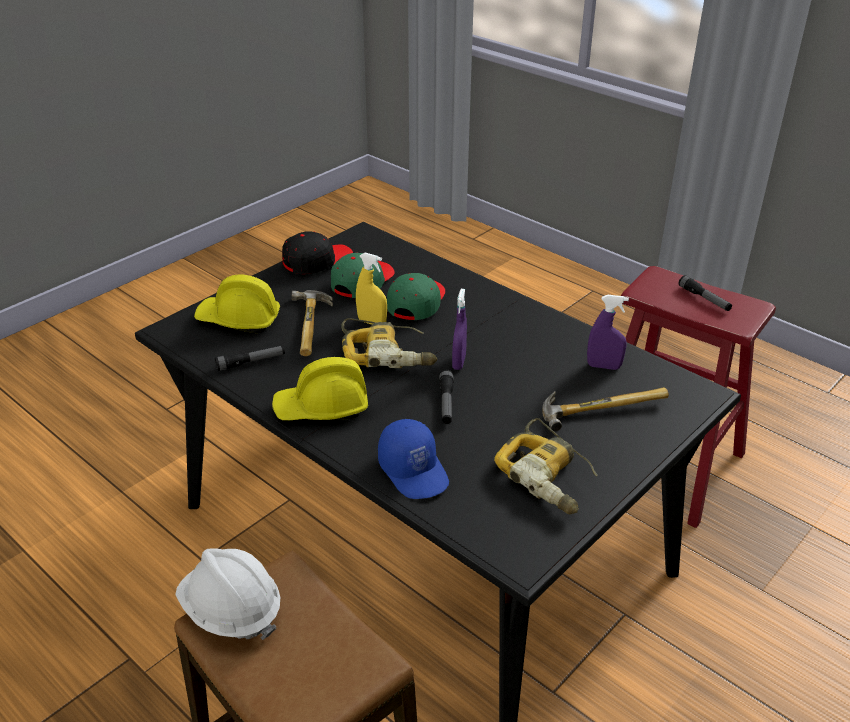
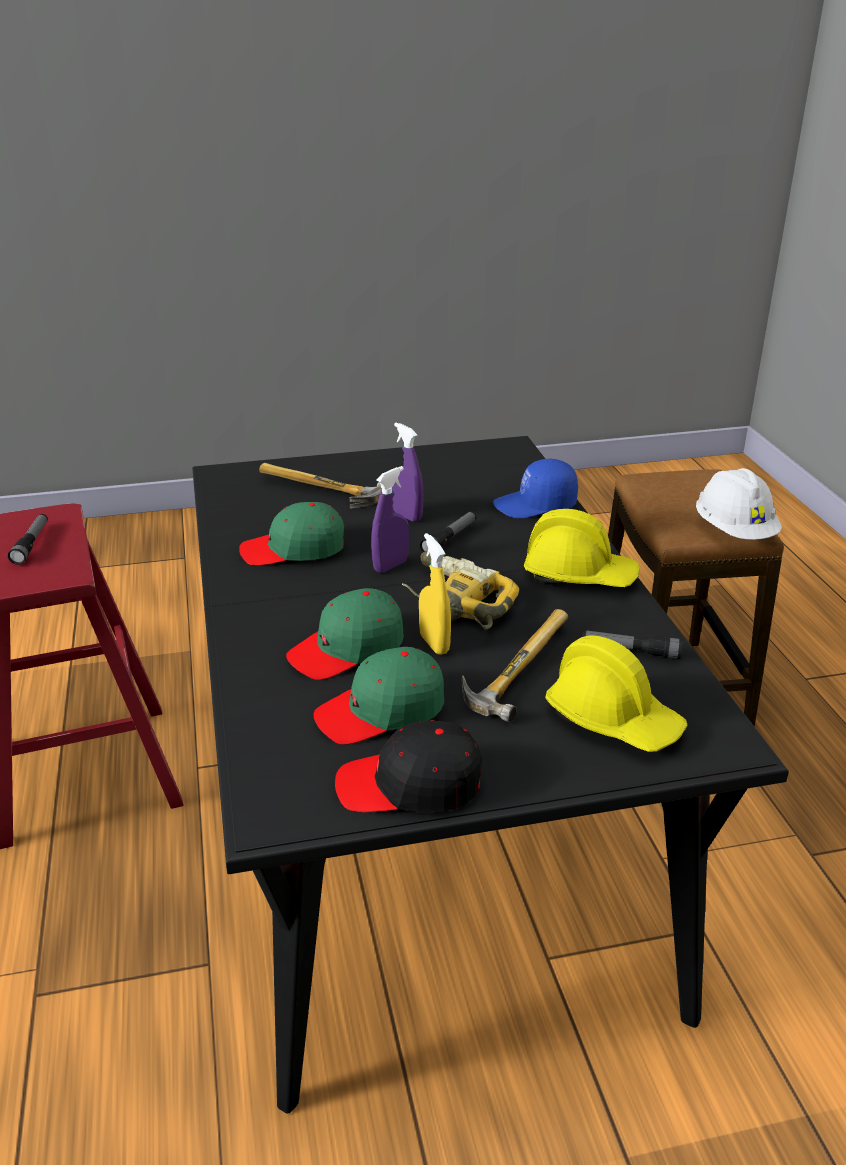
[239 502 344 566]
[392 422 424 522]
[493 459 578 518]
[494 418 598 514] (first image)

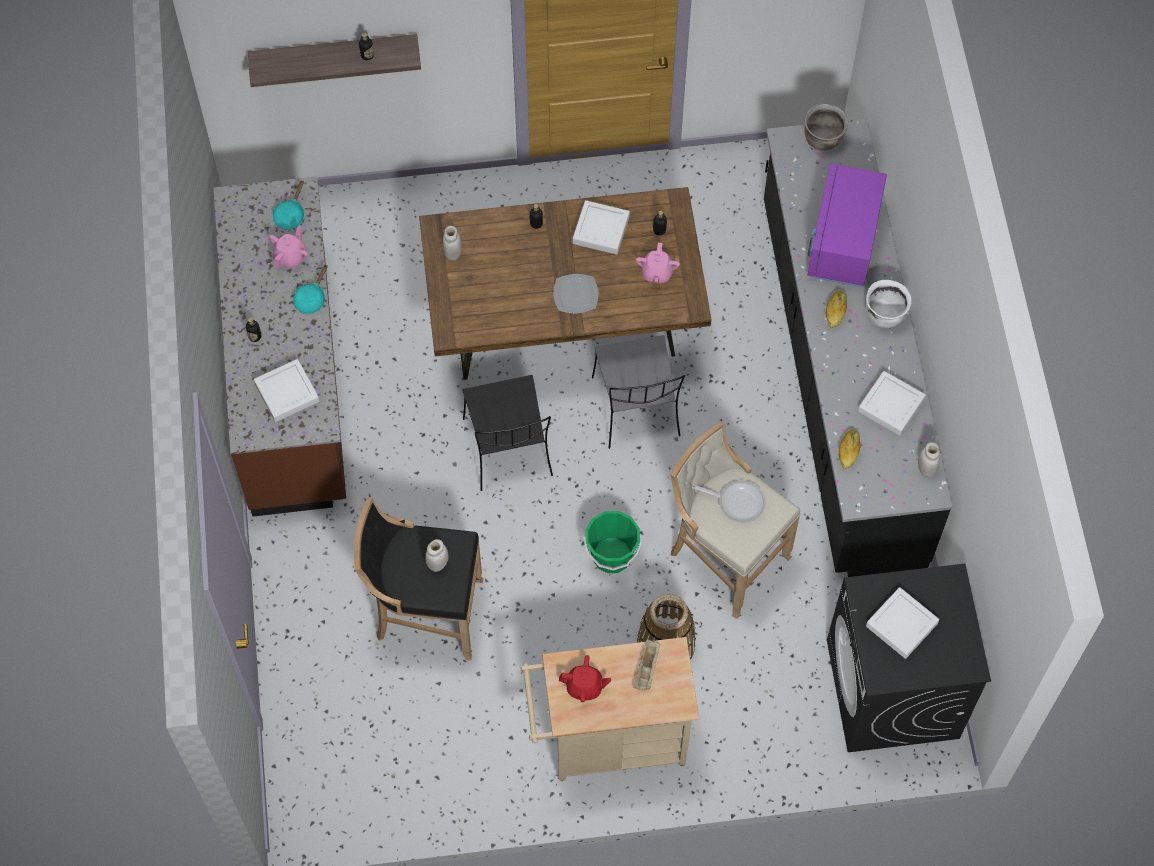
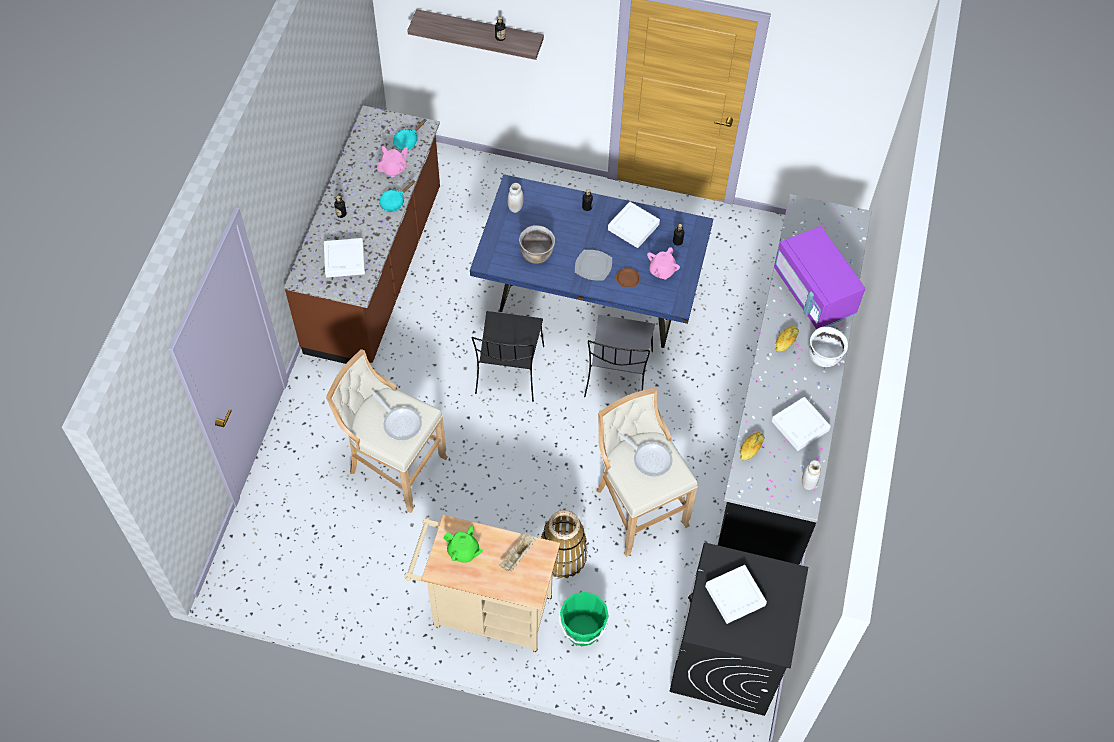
[326 349 448 513]
[372 392 422 440]
[444 526 483 563]
[470 174 713 348]
[519 225 555 264]
[559 592 609 646]
[616 268 640 288]
[774 226 865 329]

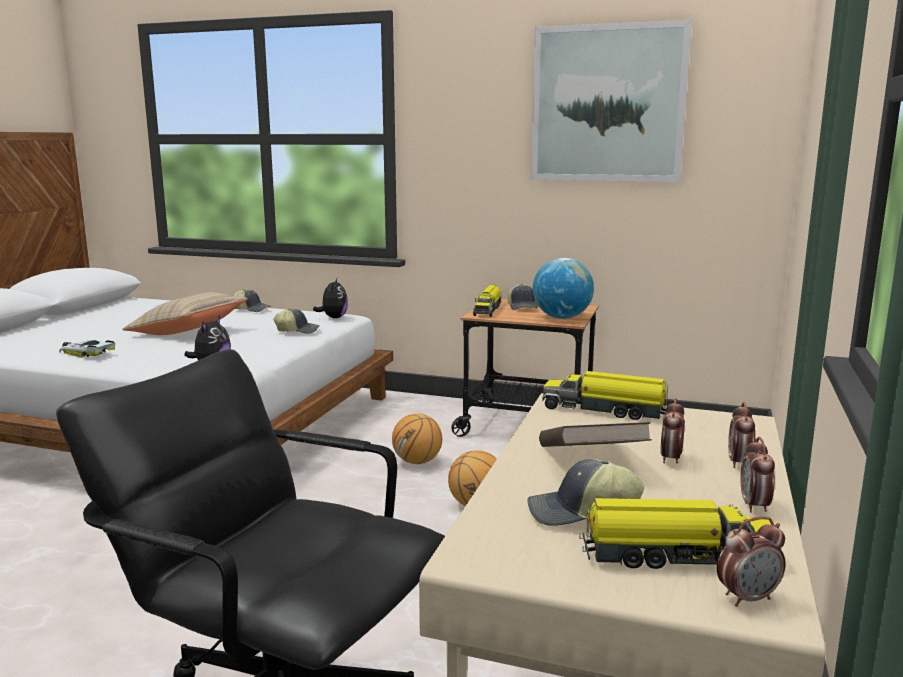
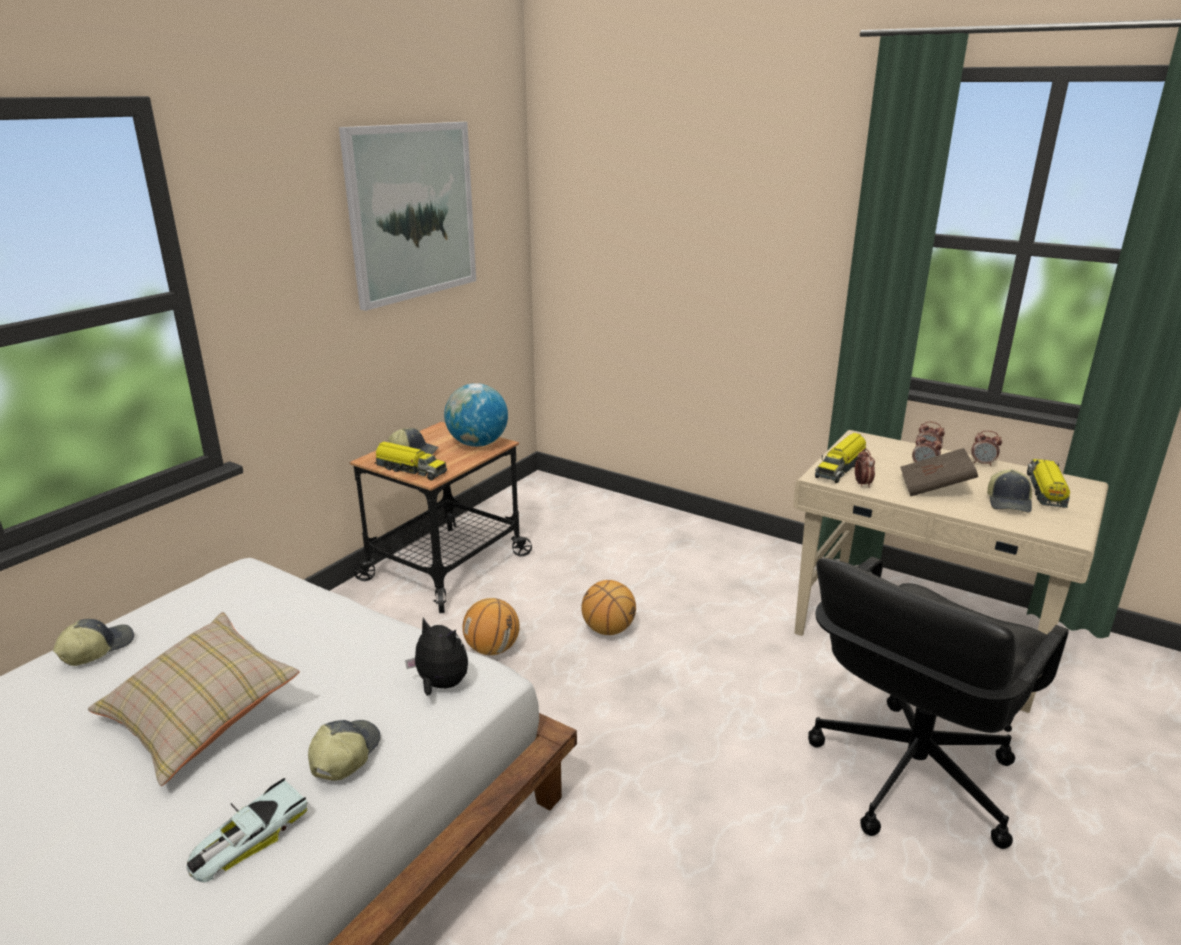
[308 720 381 781]
[855 448 875 488]
[313 278 348 318] (first image)

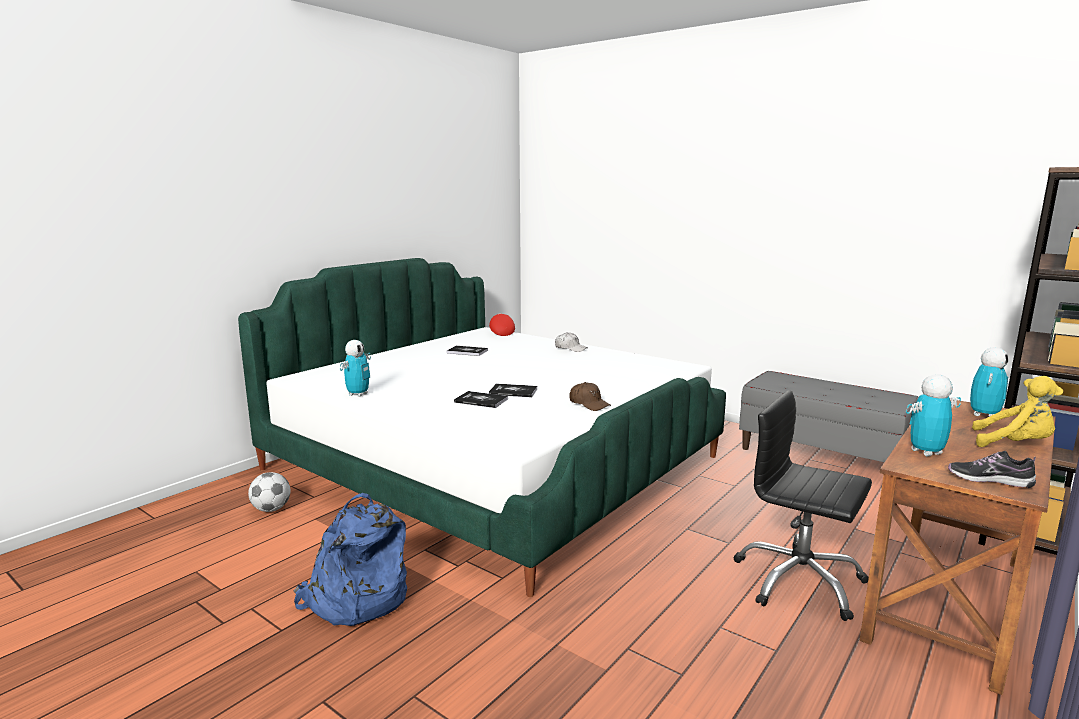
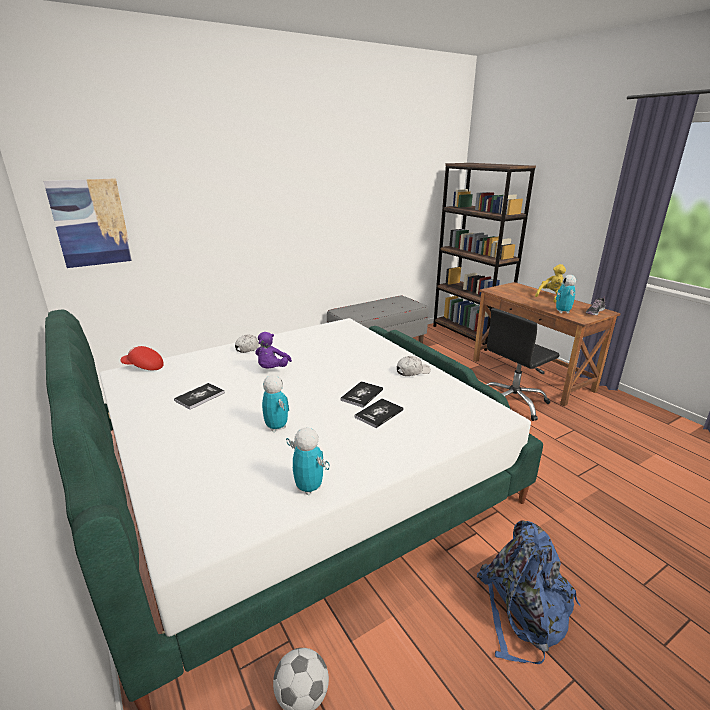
[43 178 133 268]
[255 332 292 369]
[262 375 289 432]
[397 356 431 376]

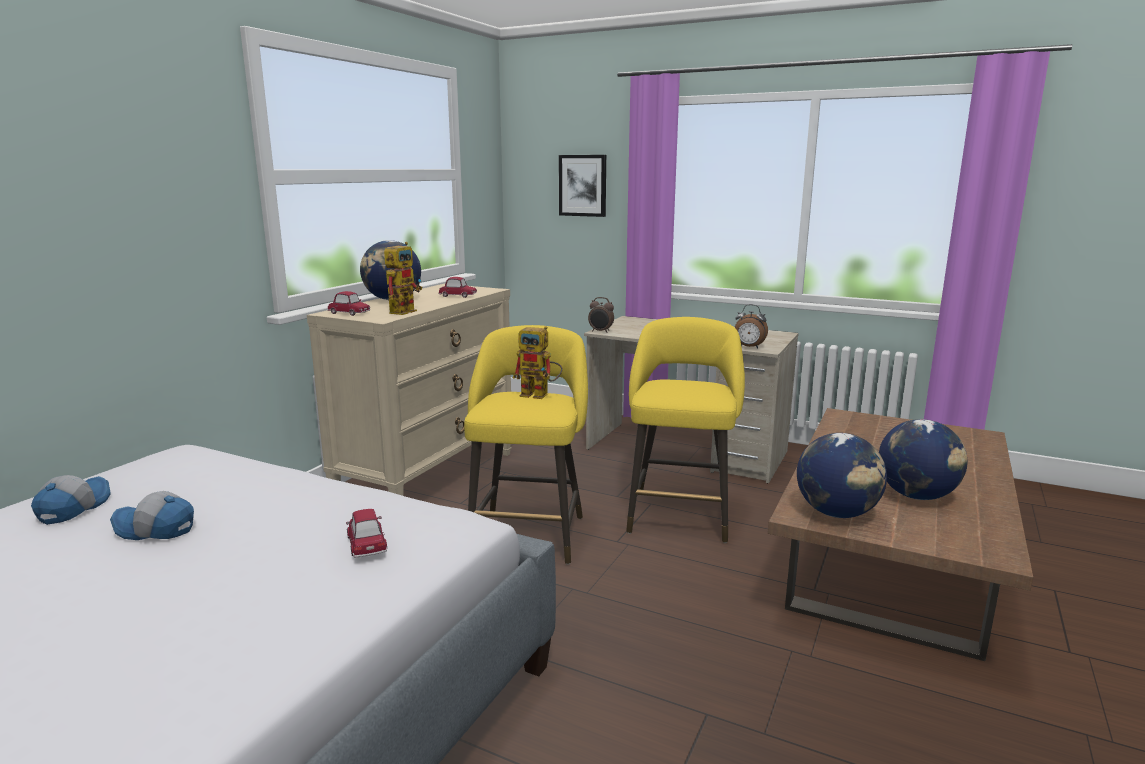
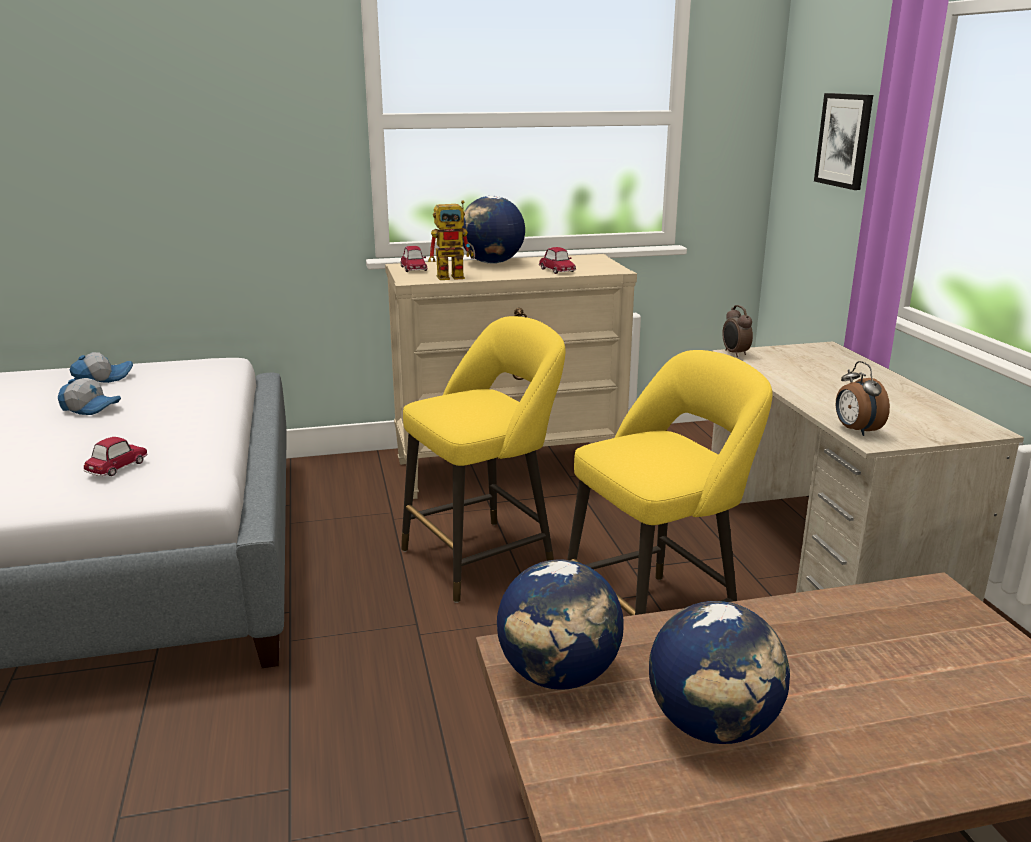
[58 378 121 415]
[513 326 563 399] (first image)

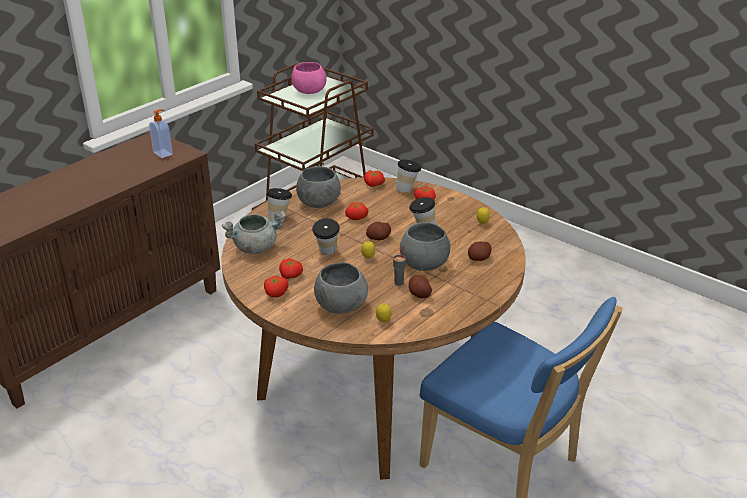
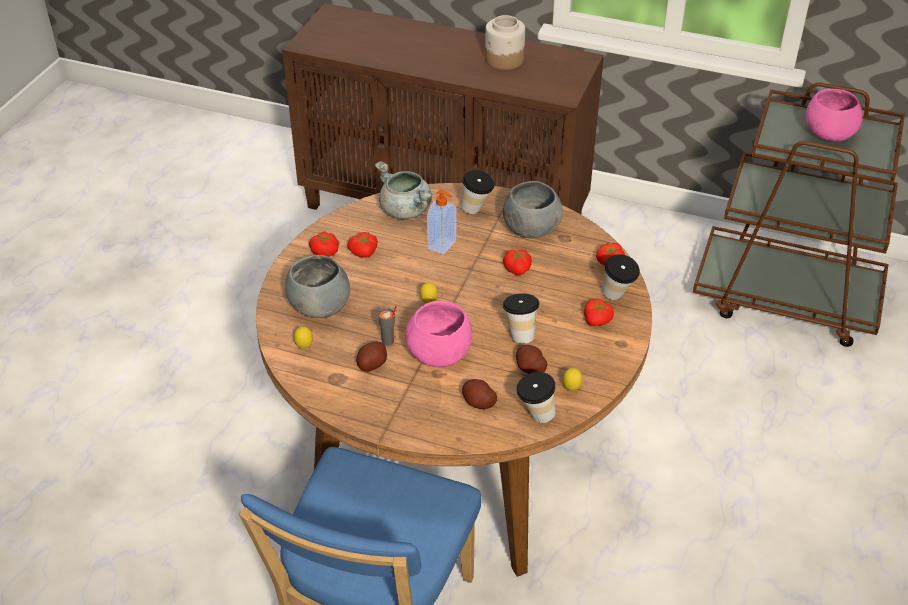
[405 301 472 367]
[427 189 456 254]
[485 15 525 70]
[516 345 547 374]
[516 372 555 423]

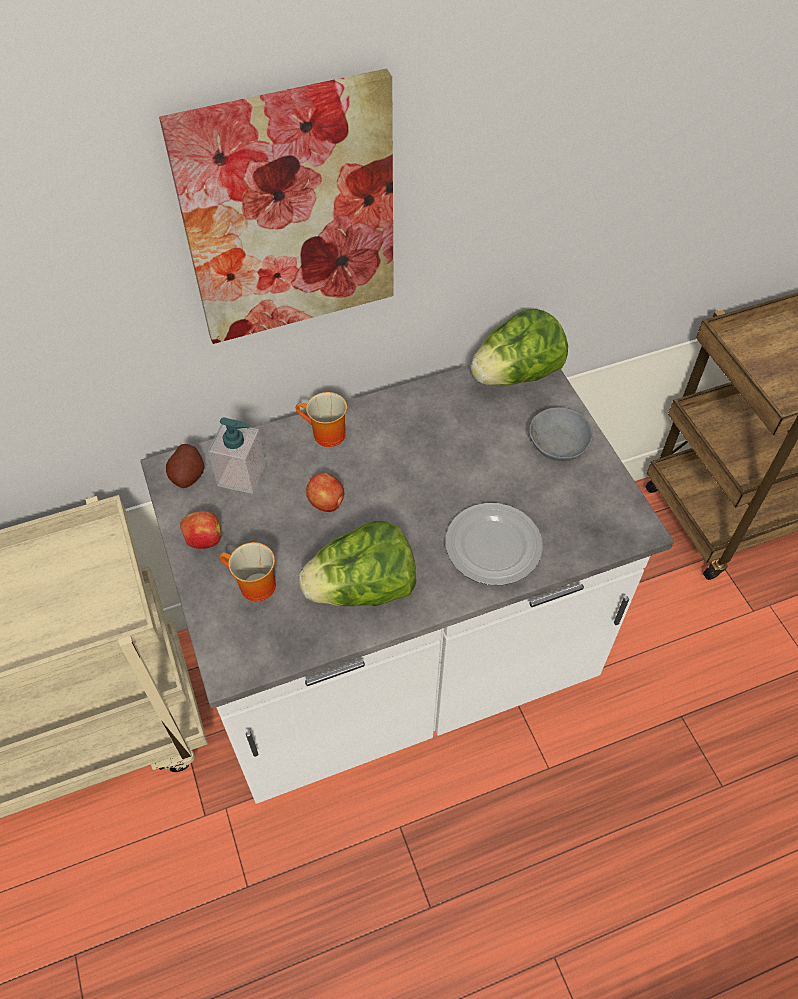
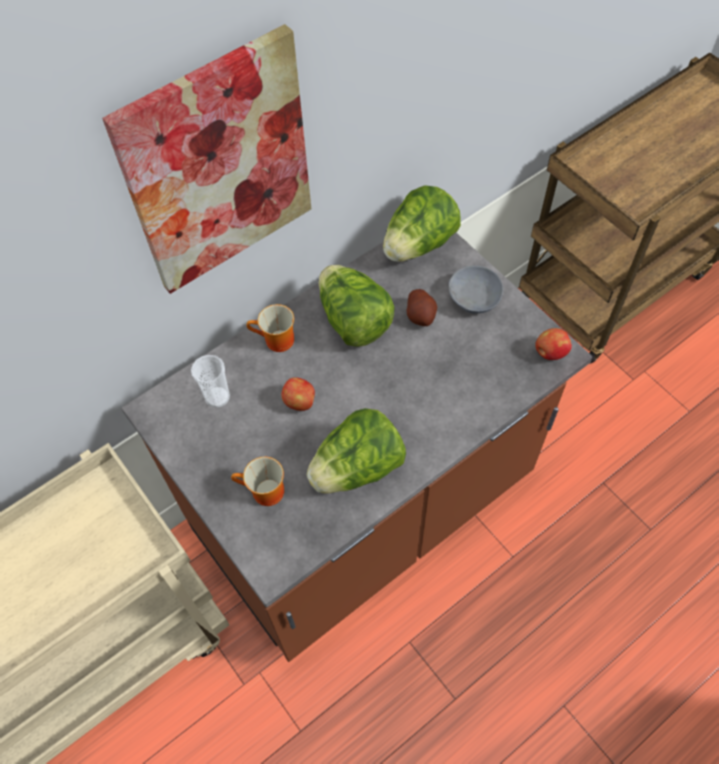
[121 233 593 662]
[191 355 230 408]
[319 265 395 347]
[407 289 437 326]
[535 328 572 360]
[445 503 543 585] (first image)

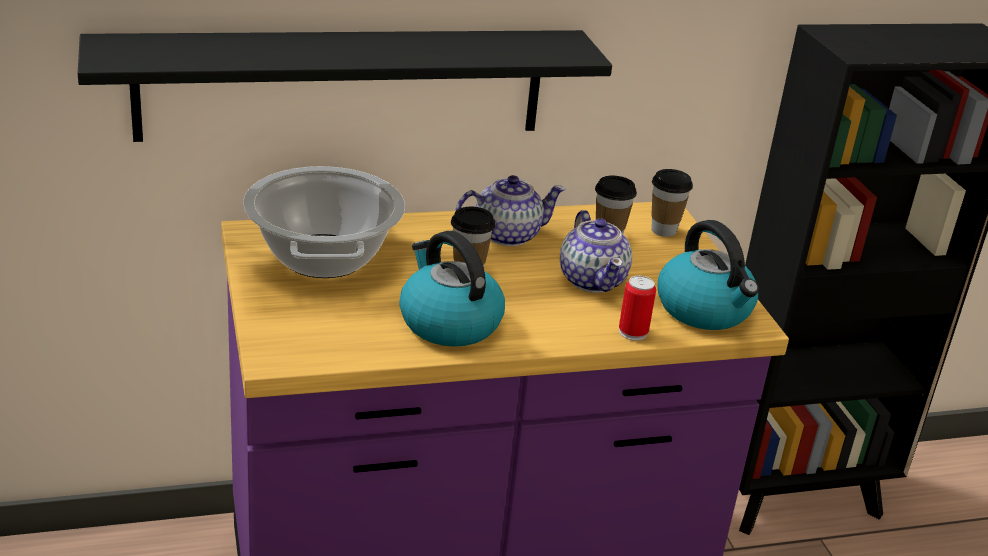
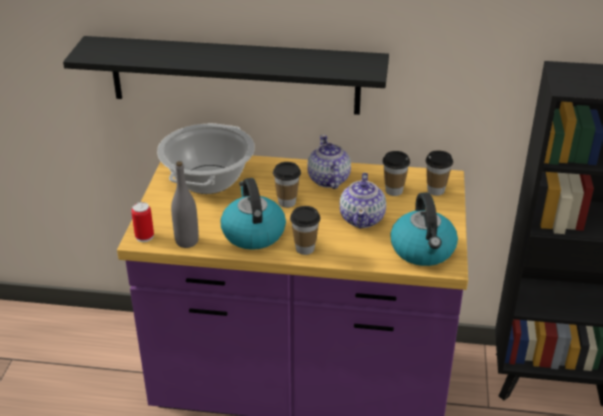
[131 202 154 242]
[171 161 199 248]
[290 206 320 255]
[307 135 351 189]

